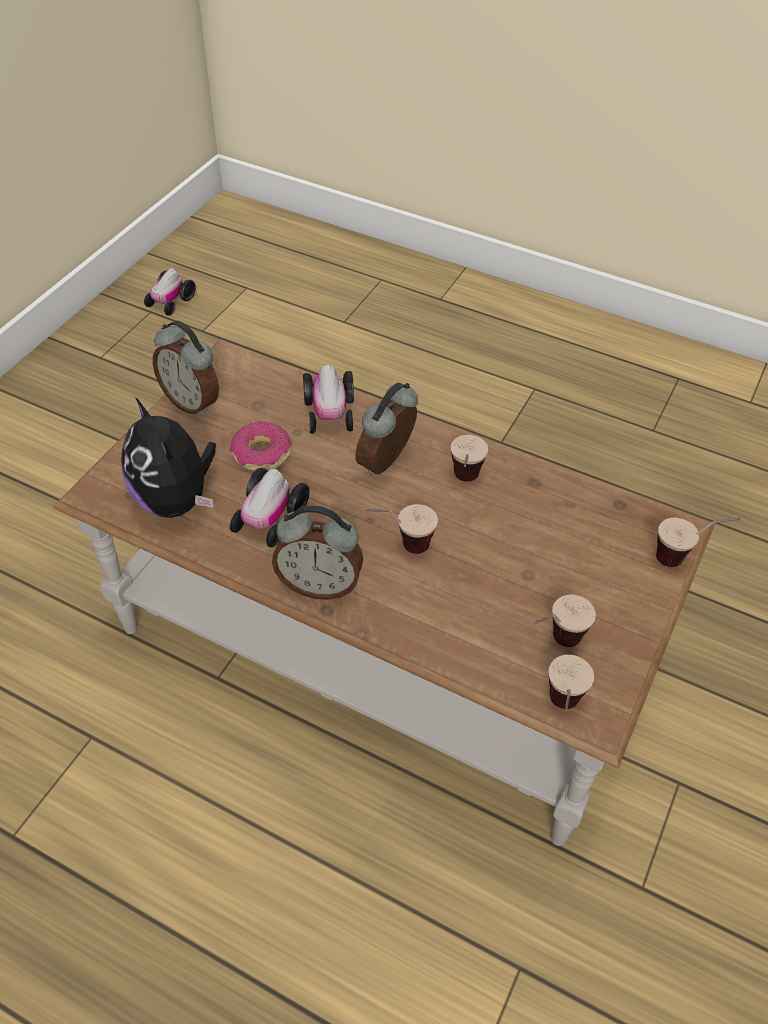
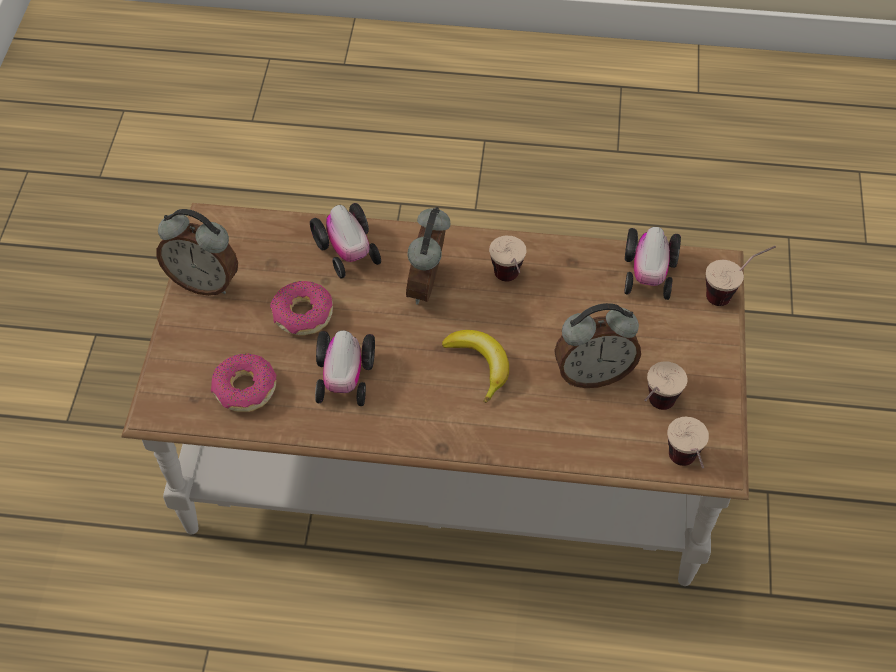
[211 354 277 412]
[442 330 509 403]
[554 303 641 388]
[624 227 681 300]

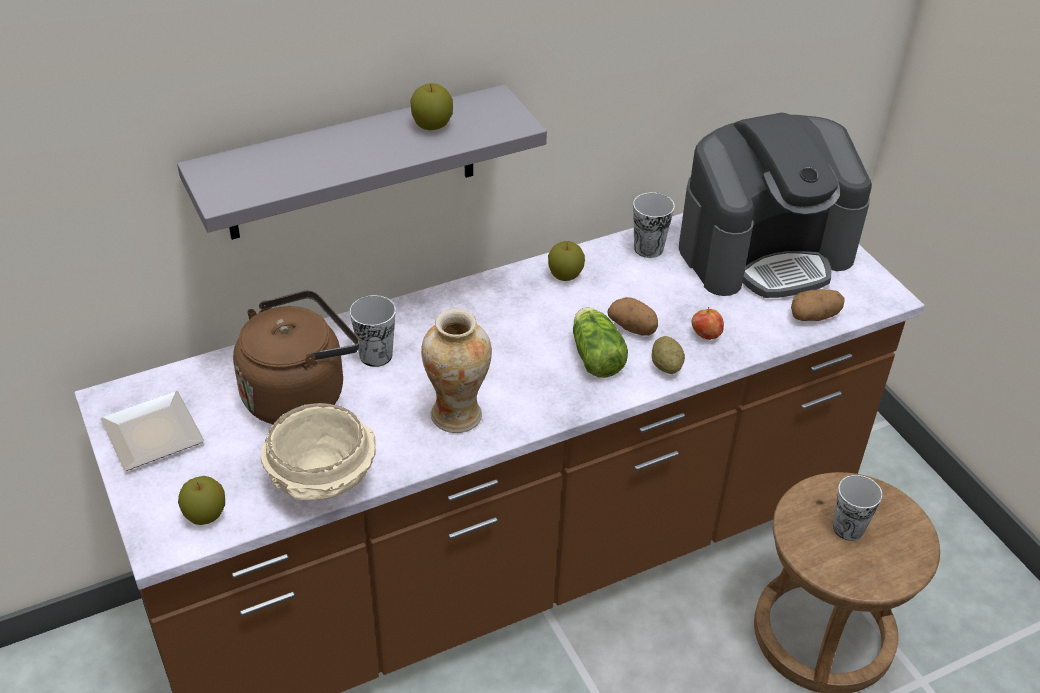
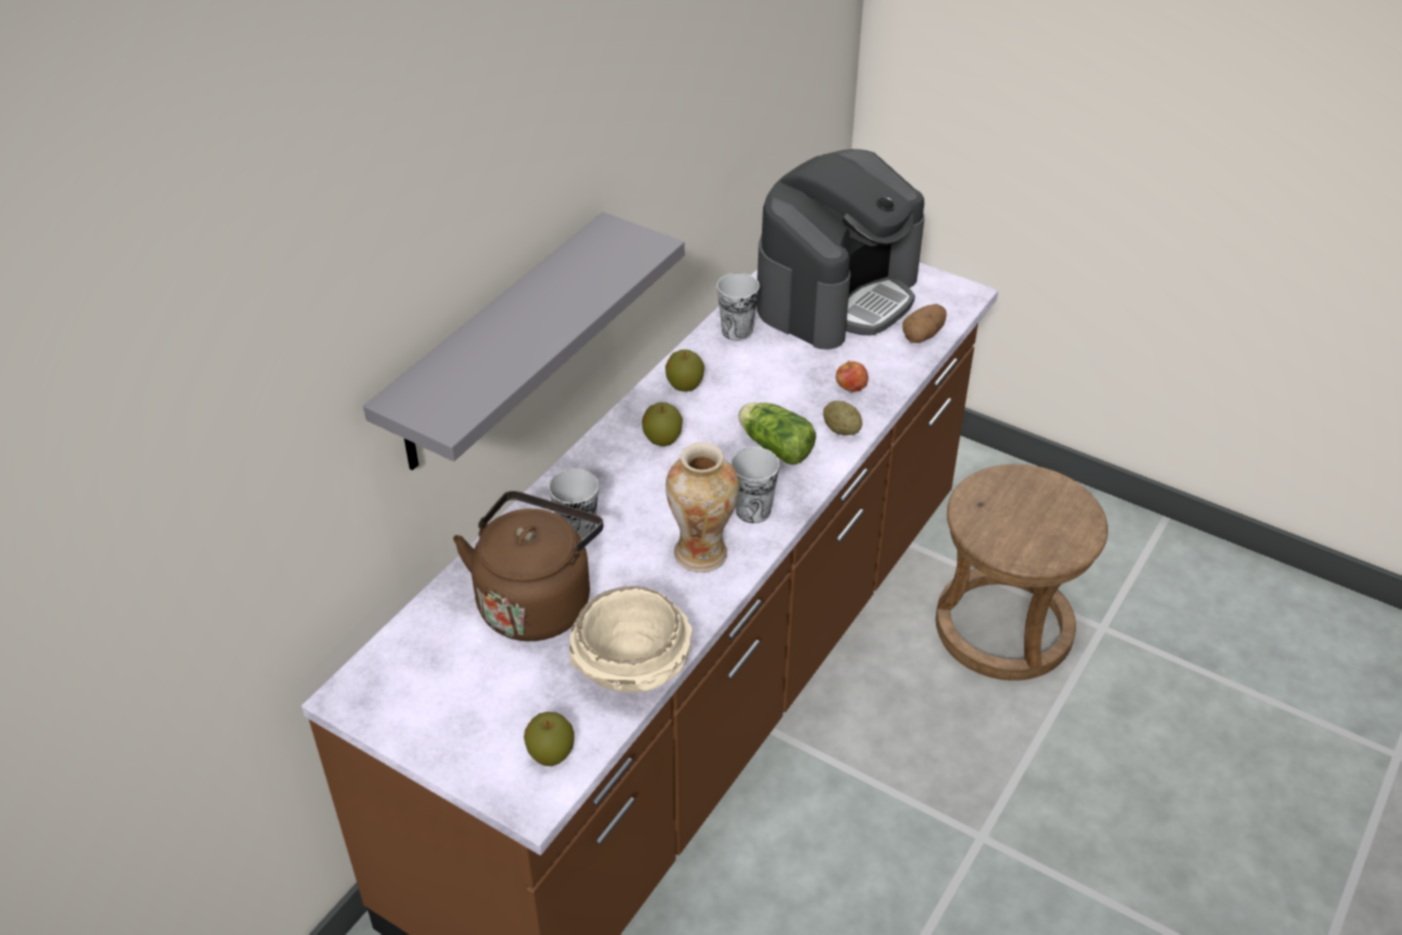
[642 402 683 446]
[730 447 780 523]
[100 391 204 471] (first image)
[608 297 658 336] (first image)

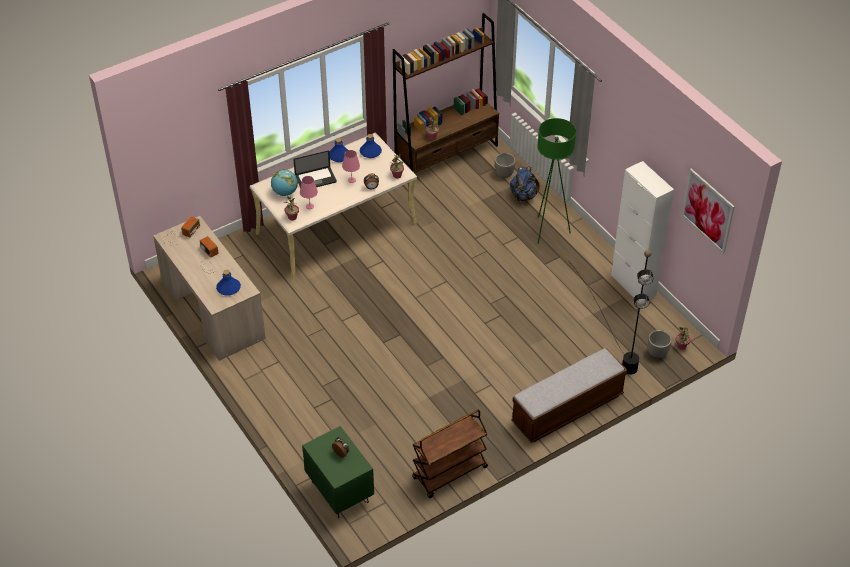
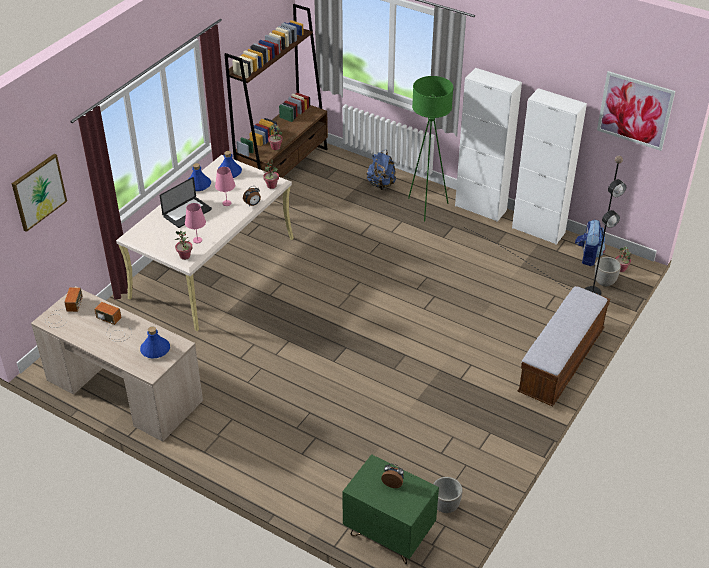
[12 154 67 232]
[433 477 463 513]
[455 68 522 222]
[575 220 606 266]
[271 169 298 196] (first image)
[412 410 488 498] (first image)

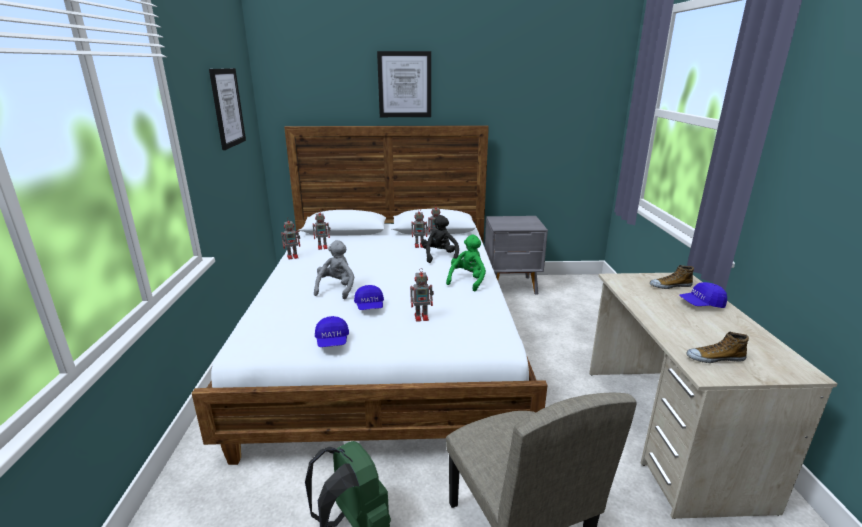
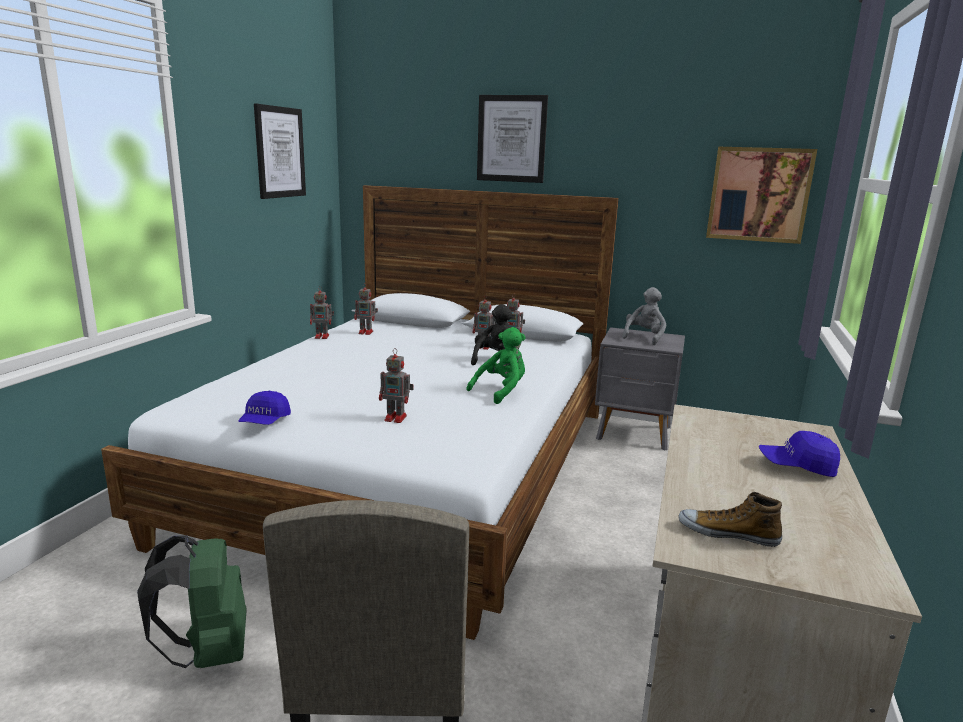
[622 287 666 345]
[706 147 817 244]
[354 285 384 310] (first image)
[650 265 694 289] (first image)

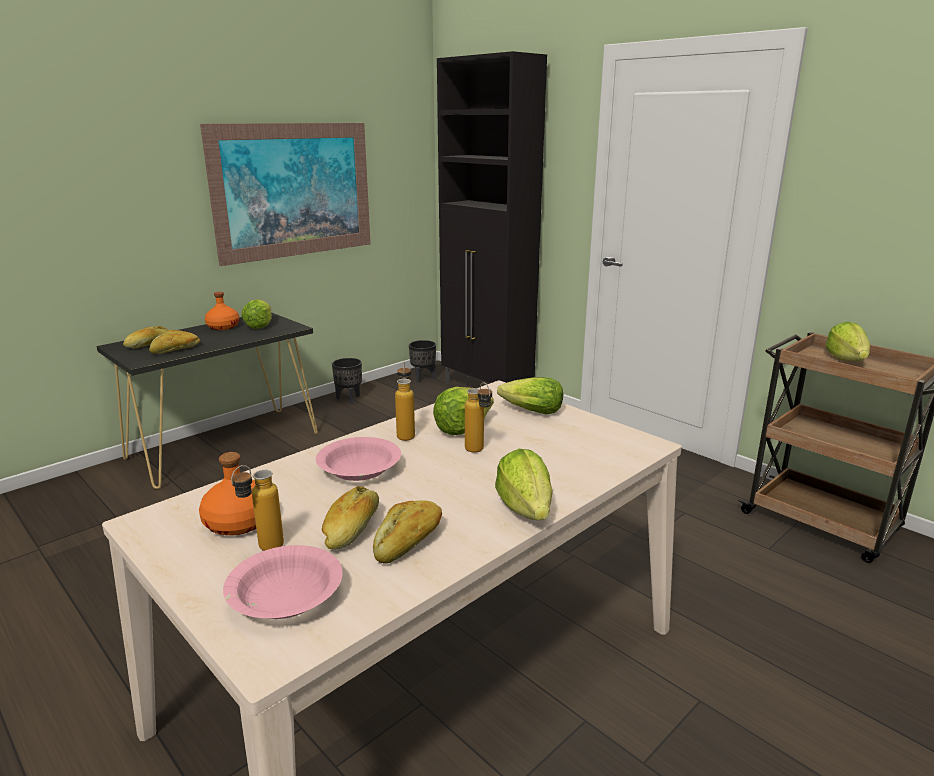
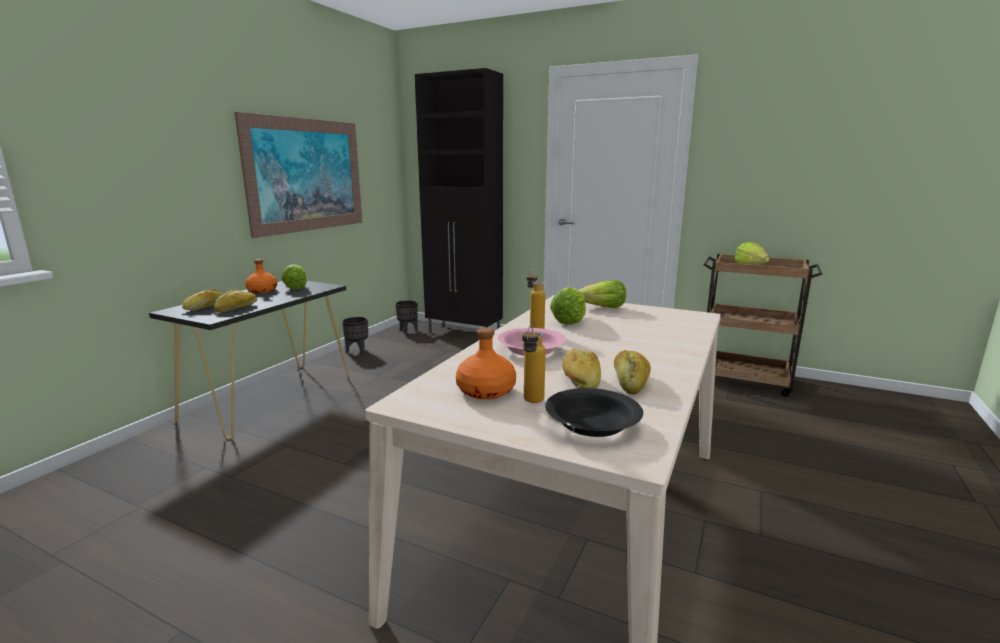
[545 388 643 437]
[465 382 492 453] (first image)
[495 449 553 520] (first image)

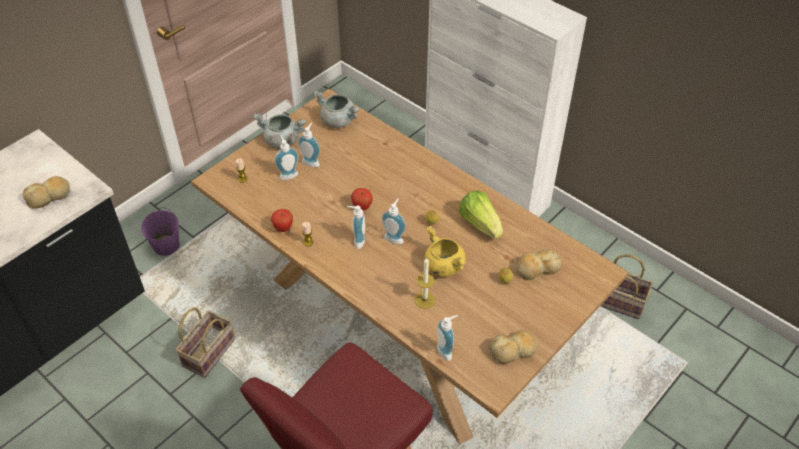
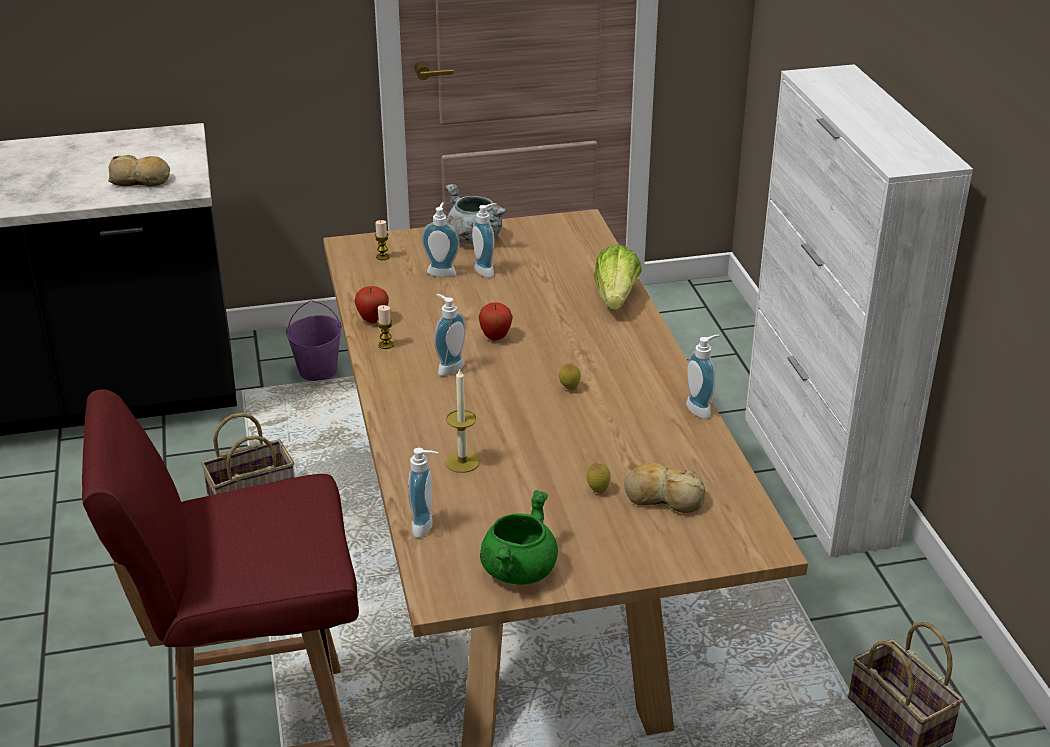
[480 490 558 585]
[594 244 642 310]
[686 334 720 419]
[313 91 360 128] (first image)
[425 226 467 277] (first image)

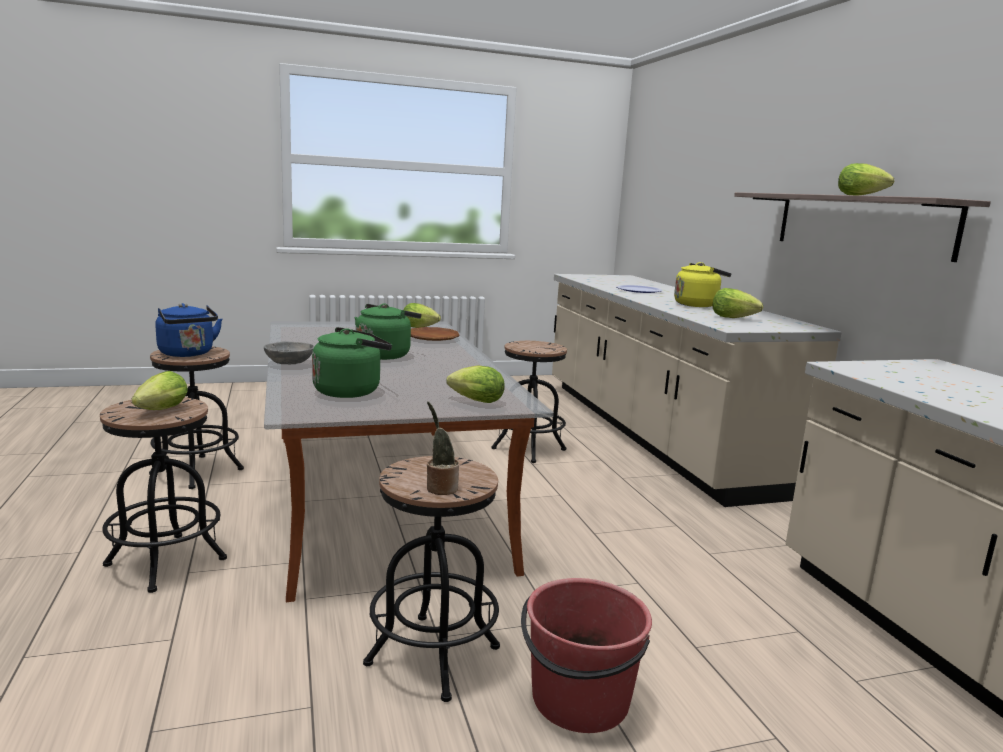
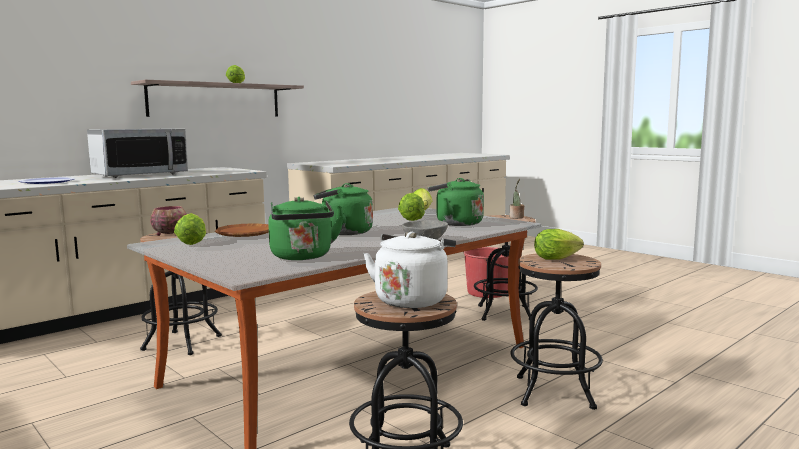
[87 129 188 178]
[150 206 187 236]
[268 197 344 260]
[363 232 456 308]
[398 193 425 221]

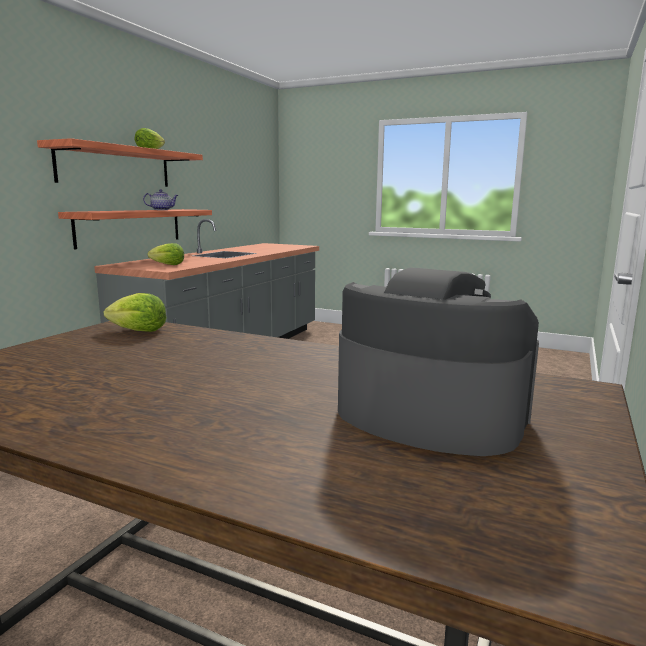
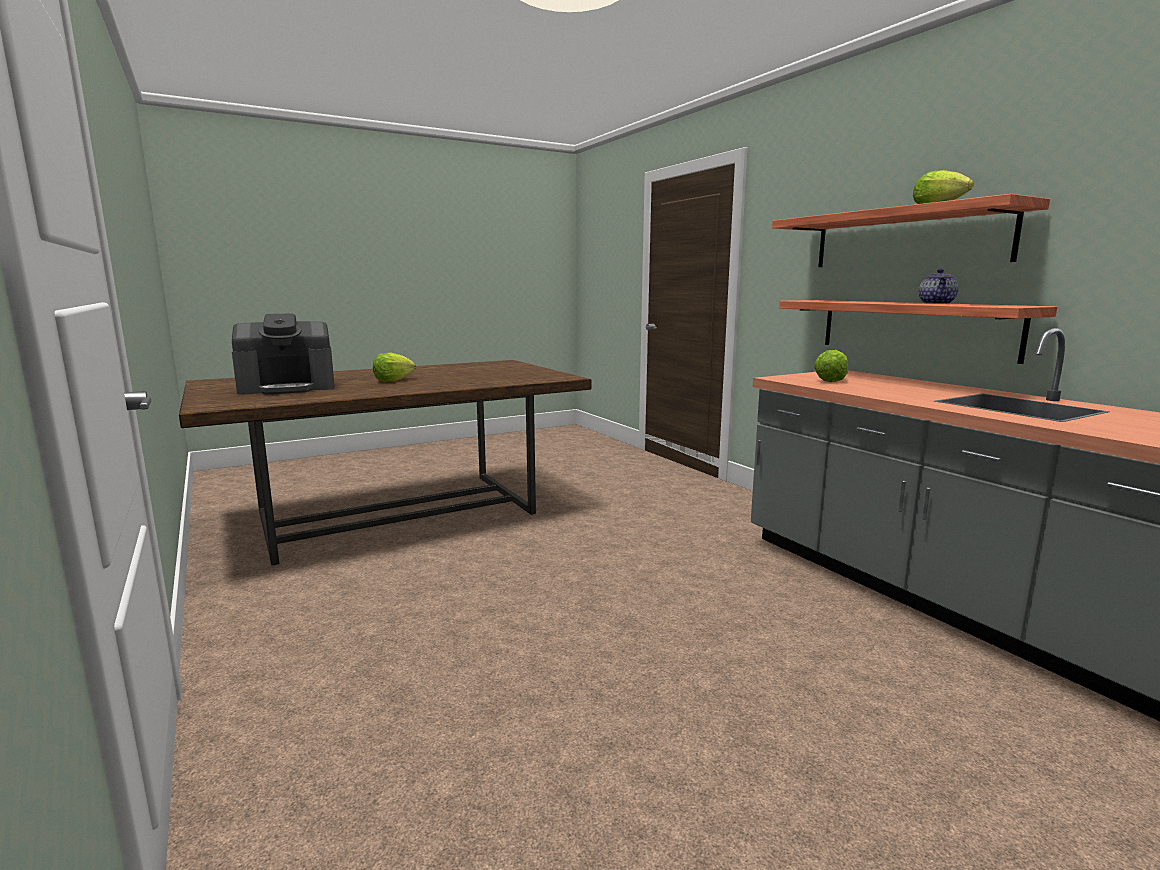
[373 352 416 382]

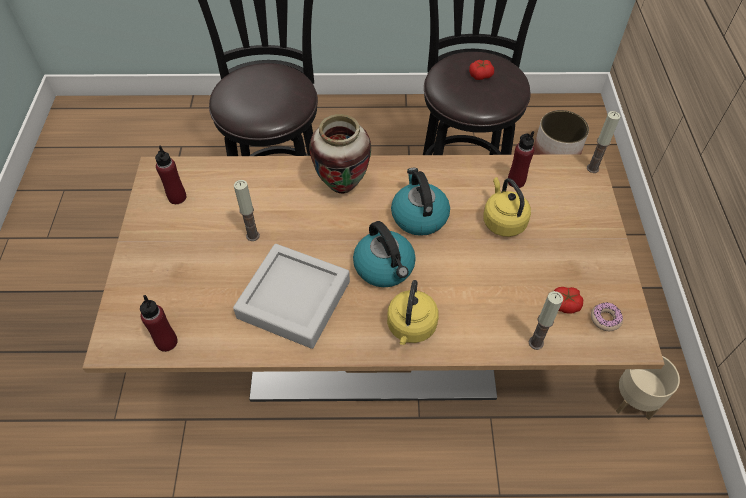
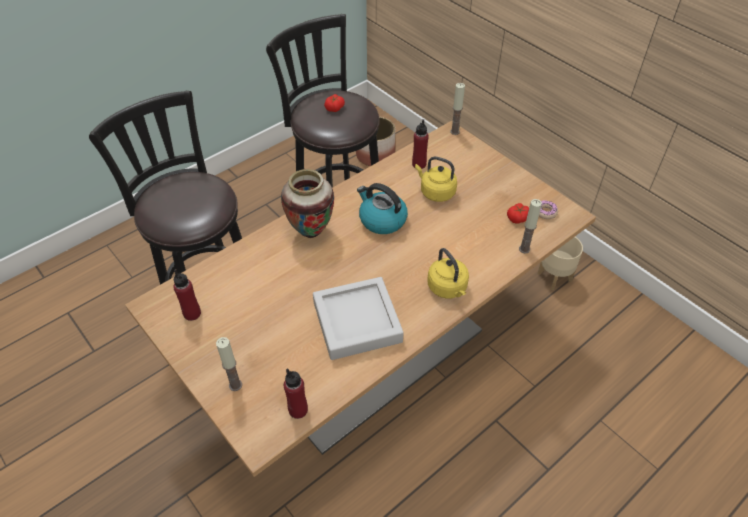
[216 337 242 391]
[353 221 416 287] (first image)

